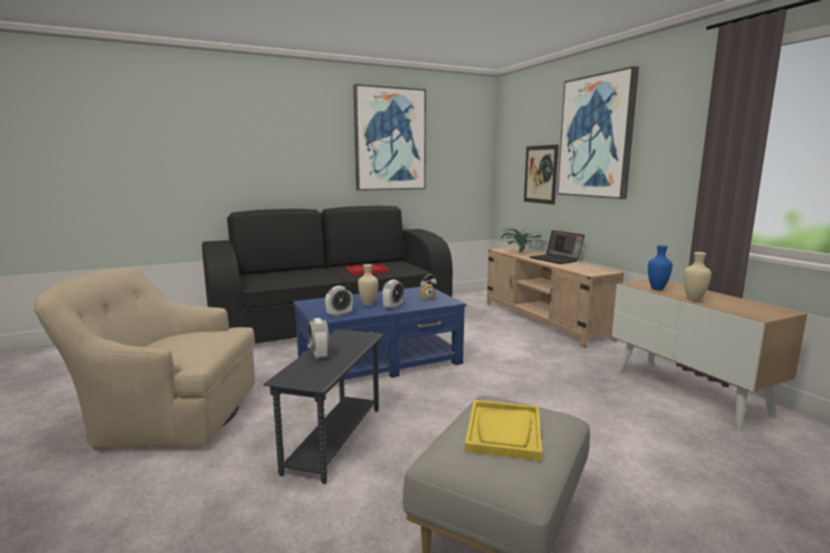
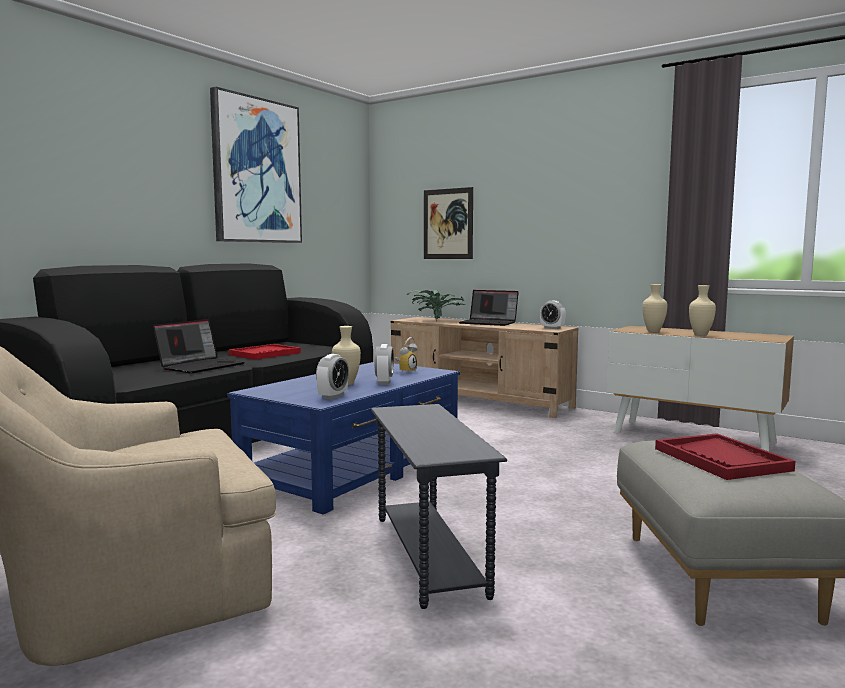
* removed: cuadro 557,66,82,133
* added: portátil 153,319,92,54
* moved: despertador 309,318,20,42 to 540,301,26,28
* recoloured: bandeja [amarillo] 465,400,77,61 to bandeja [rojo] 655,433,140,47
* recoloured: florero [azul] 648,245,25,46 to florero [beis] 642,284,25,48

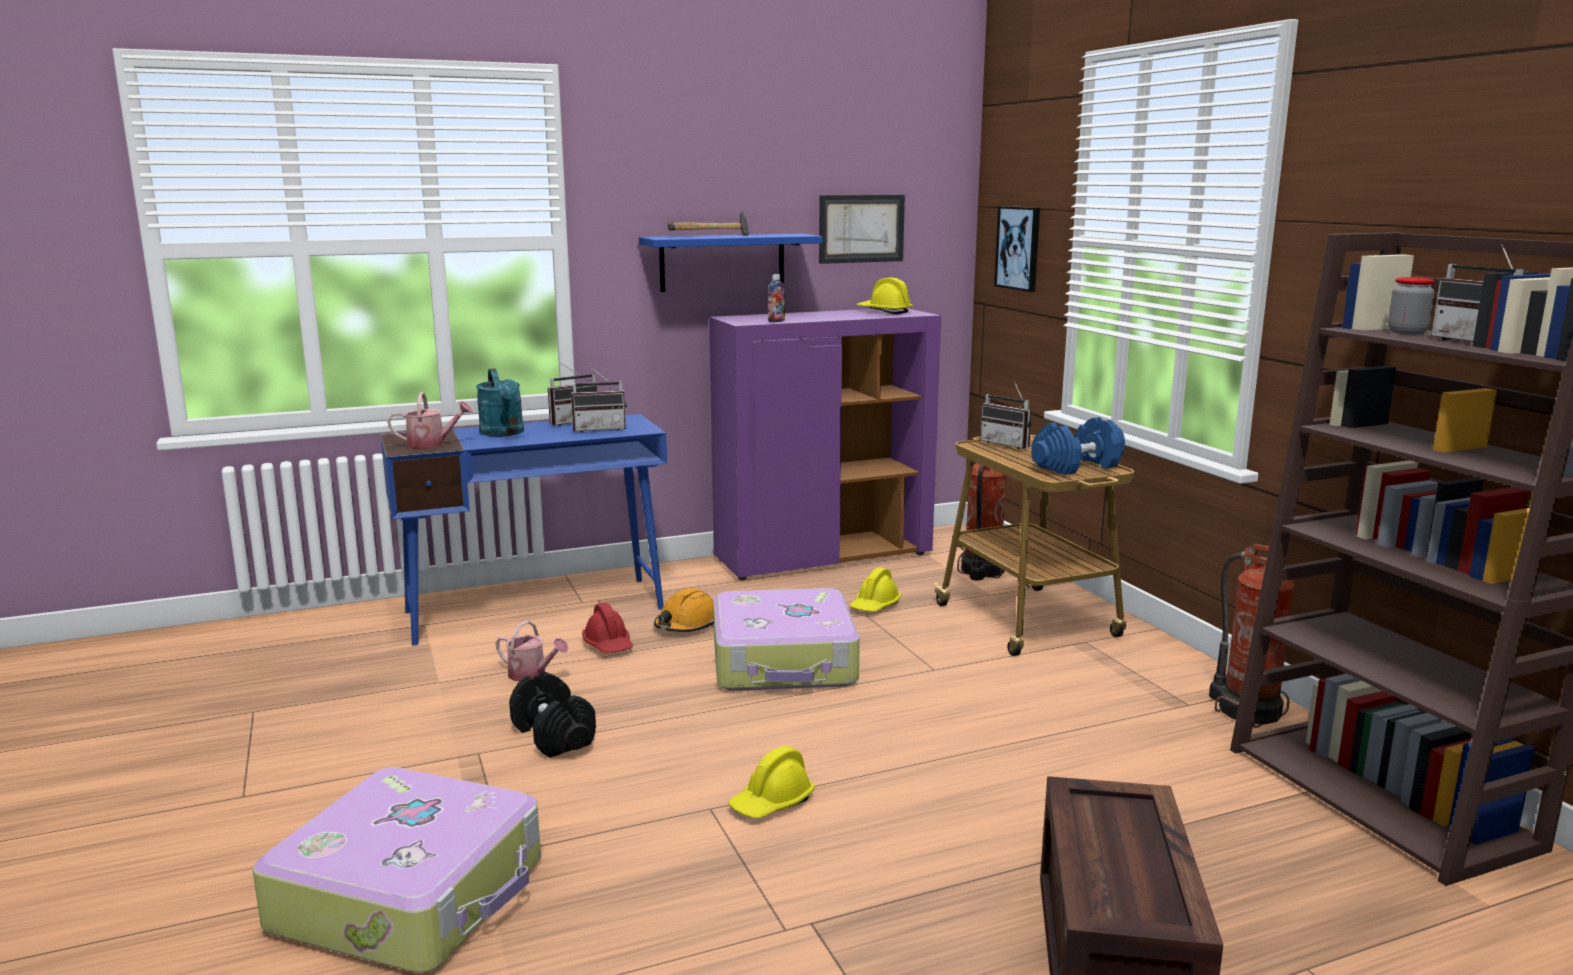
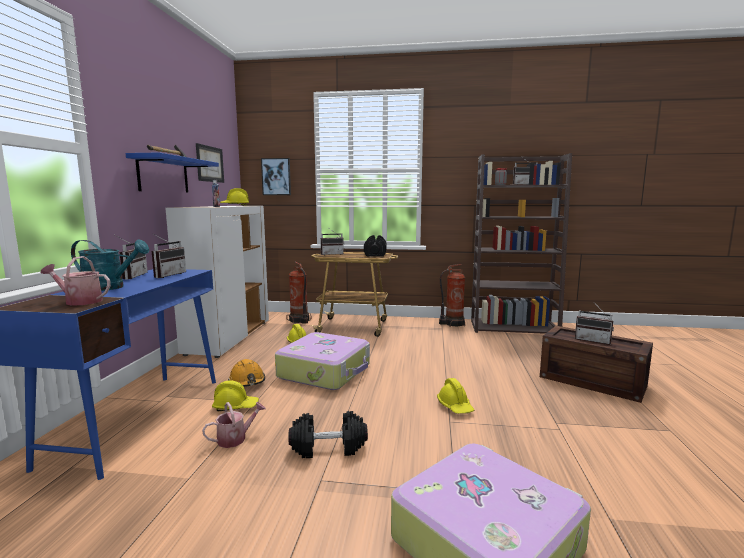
* added: radio 575,306,39,38
* recoloured: casco [rojo] 582,603,51,50 to casco [amarillo] 212,380,47,31
* recoloured: armario [morado] 709,308,232,272 to armario [blanco] 165,206,104,152
* recoloured: mancuerna [azul] 1031,417,94,58 to mancuerna [negro] 364,235,23,22
* turned: regadera 387,392,86,57 = 41,256,70,50 105 degrees counterclockwise

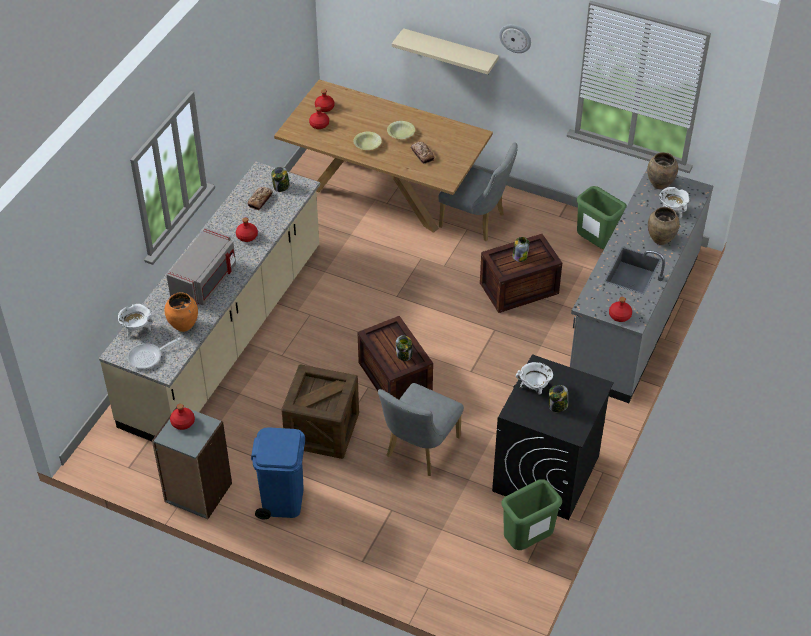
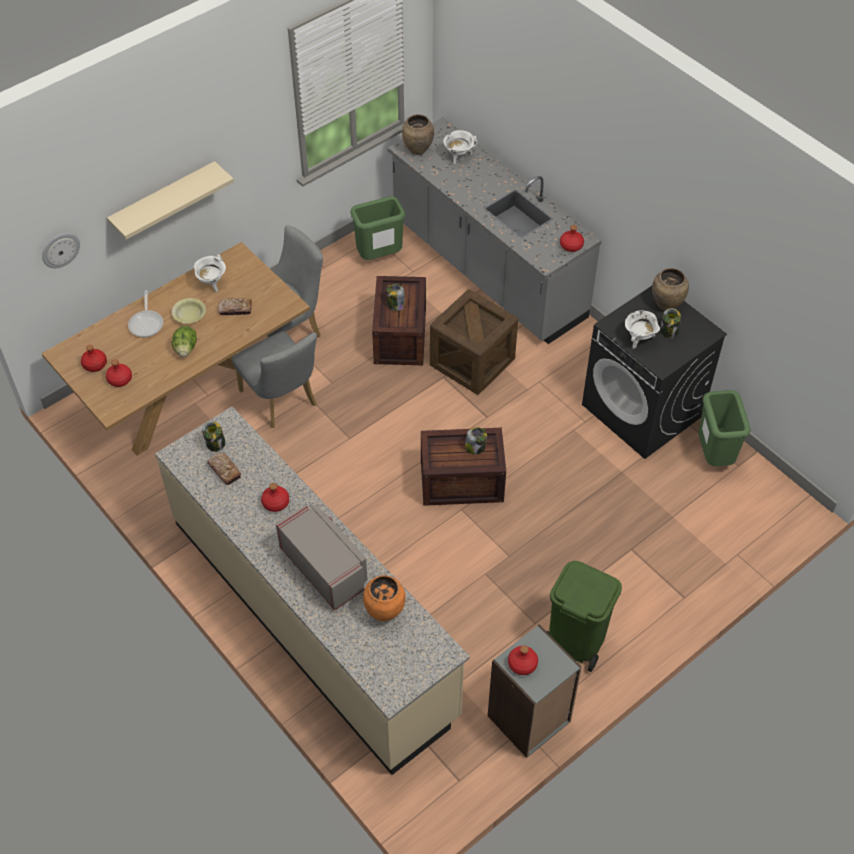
* moved: olla [blanco] 118,304,36,34 to 193,254,33,38
* moved: sartén 127,337,53,32 to 128,290,35,47
* moved: caja de embalaje 281,364,78,95 to 430,289,88,106
* moved: silla [gris] 378,383,86,93 to 232,331,85,97
* moved: reloj de pared 499,24,32,29 to 42,233,38,35
* moved: florero [marrón] 648,207,32,38 to 652,268,37,43
* replaced: cuenco [amarillo] 353,132,29,18 to lechuga 172,326,25,31
* recoloured: papelera [azul] 251,427,54,92 to papelera [verde] 547,561,75,111

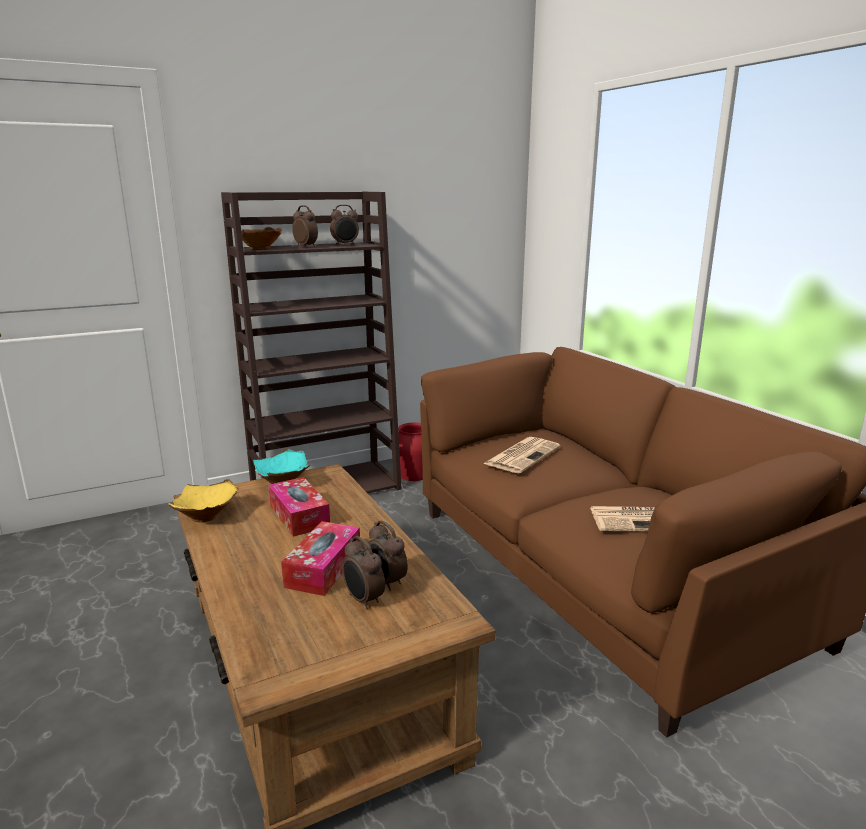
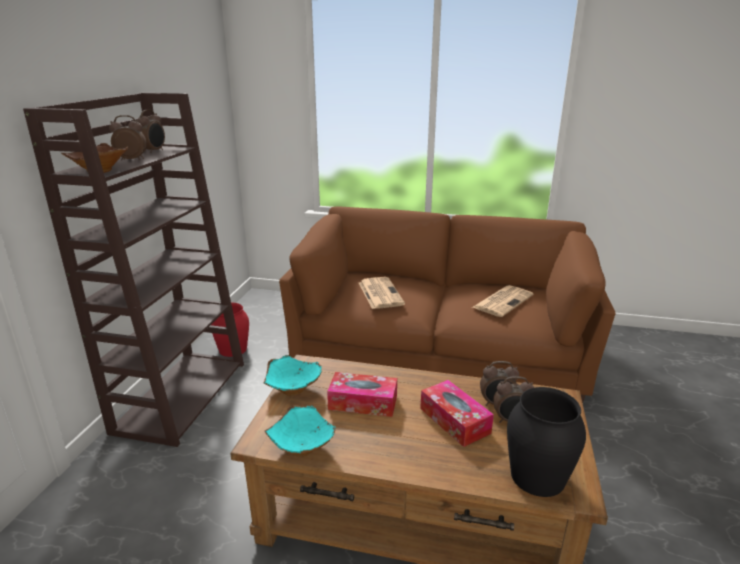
* added: florero [negro] 507,387,79,110
* recoloured: cuenco [amarillo] 168,479,70,43 to cuenco [turquesa] 265,405,71,52

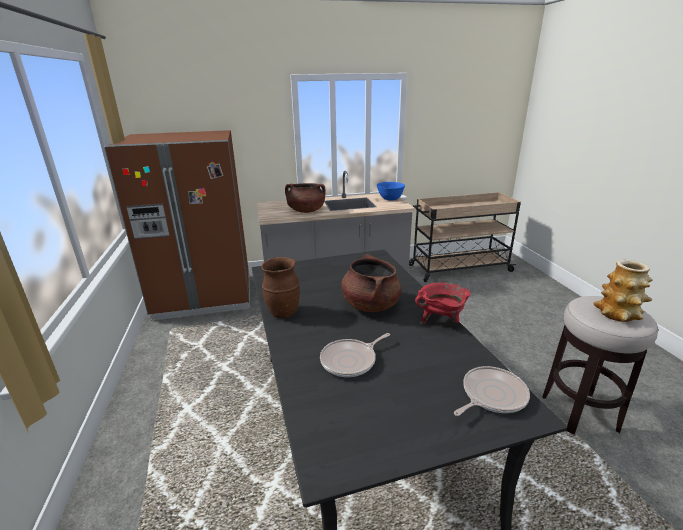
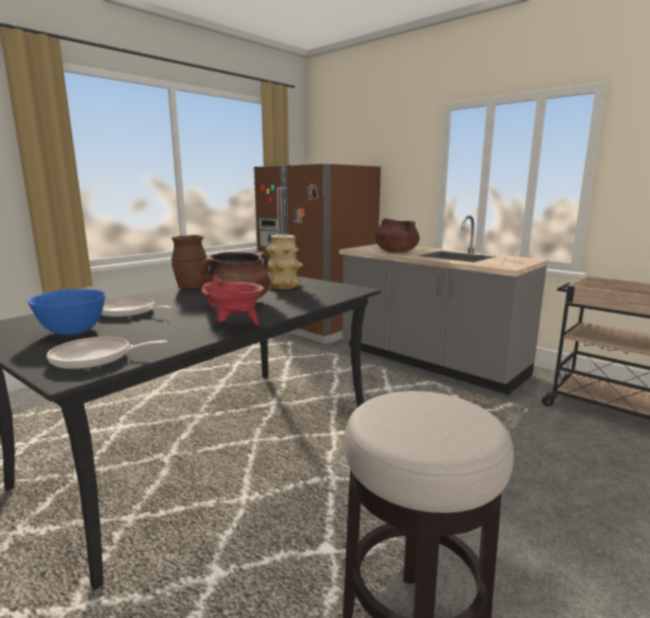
* moved: cuenco [azul] 377,182,28,18 to 27,289,79,46
* moved: florero 593,260,60,62 to 265,235,38,54
* turned: sartén 454,366,76,50 = 47,337,120,33 150 degrees clockwise

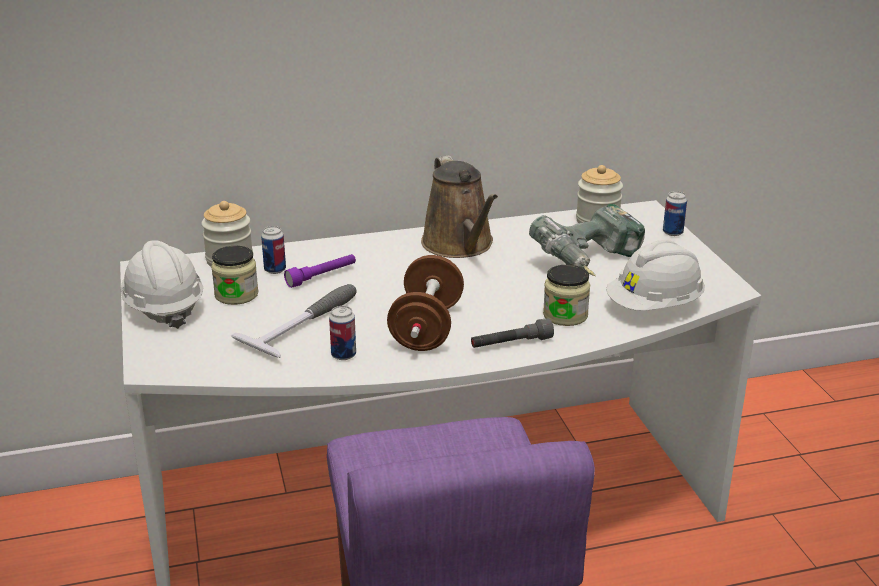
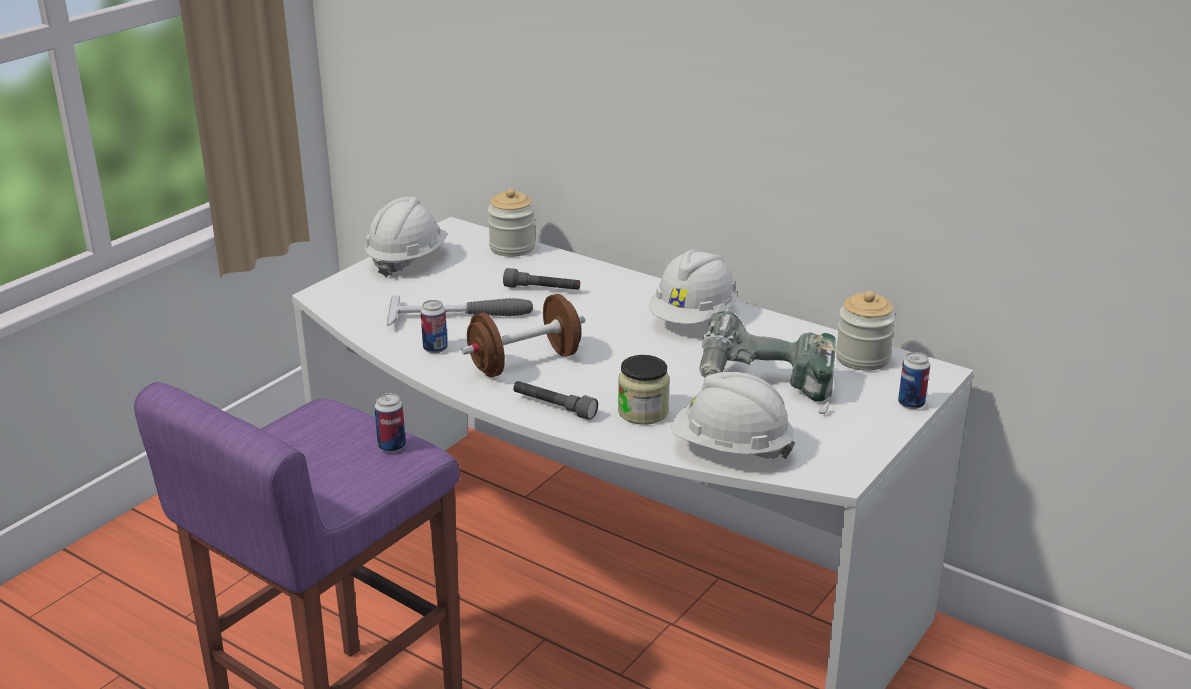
* removed: tarro 211,246,47,59
* moved: lata 261,226,25,48 to 374,393,32,60
* replaced: regadera [marrón] 421,155,77,103 to casco [blanco] 648,249,89,75
* recoloured: linterna [morado] 284,254,72,34 to linterna [gris] 503,268,77,22

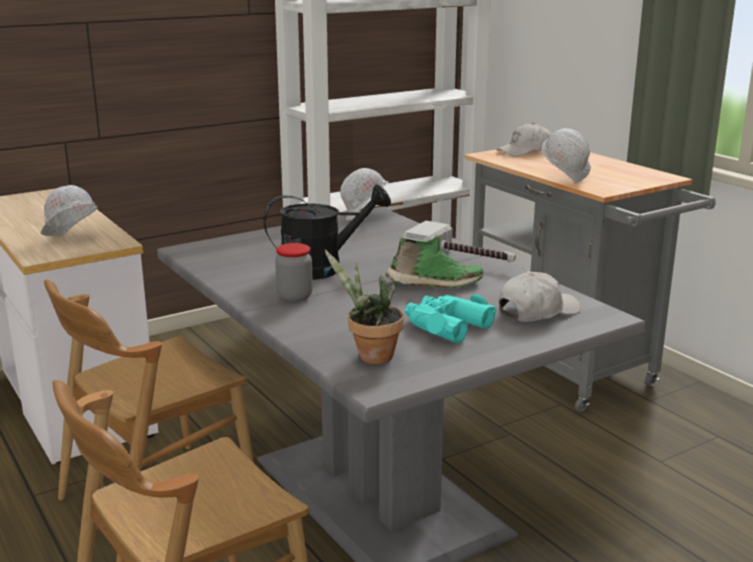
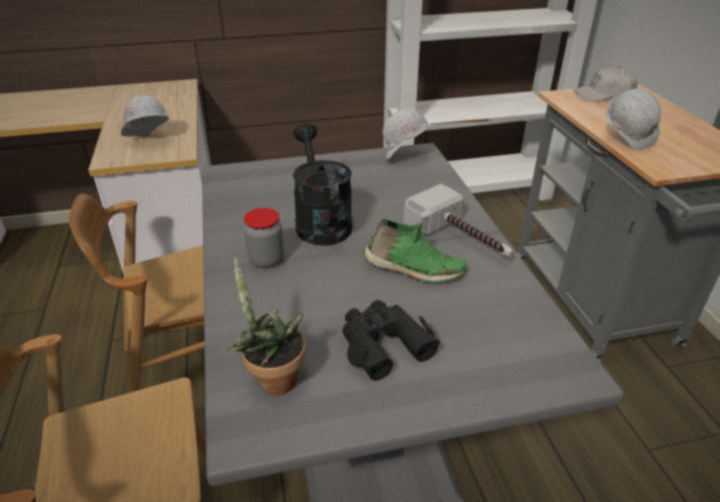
* removed: gorra [blanco] 499,271,82,51
* recoloured: prismáticos [turquesa] 405,294,92,49 to prismáticos [negro] 342,300,98,80
* turned: regadera [negro] 263,185,128,95 = 293,124,60,122 105 degrees counterclockwise

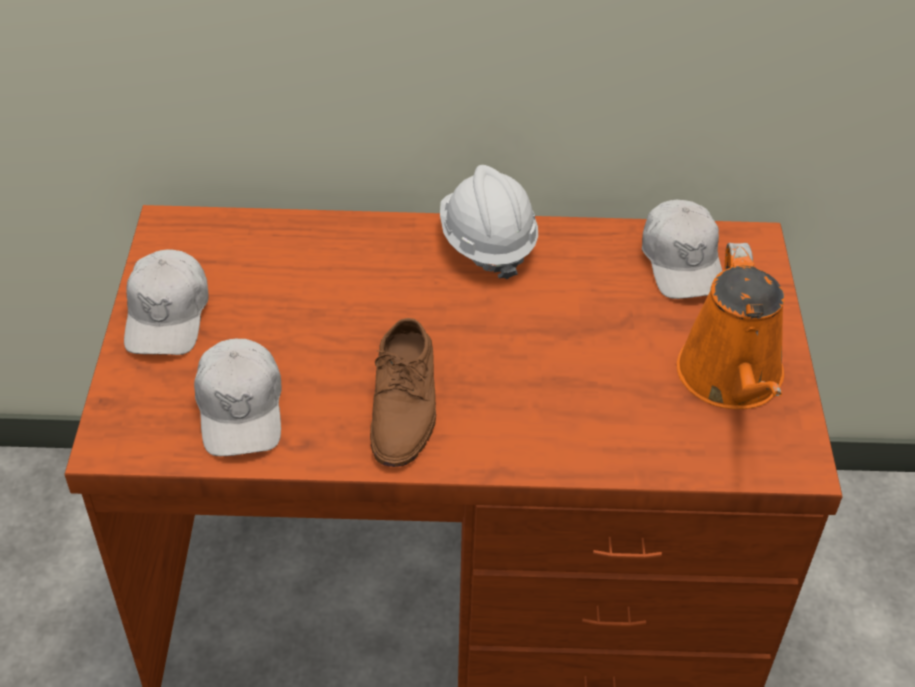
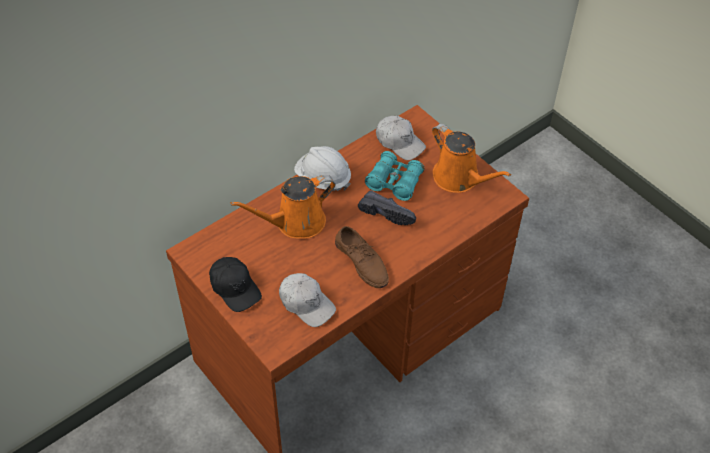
* added: regadera [naranja] 230,175,105,64
* added: zapato [negro] 358,190,58,35
* added: prismáticos [turquesa] 365,151,59,50
* recoloured: gorra [blanco] 124,249,84,106 to gorra [negro] 209,257,53,55

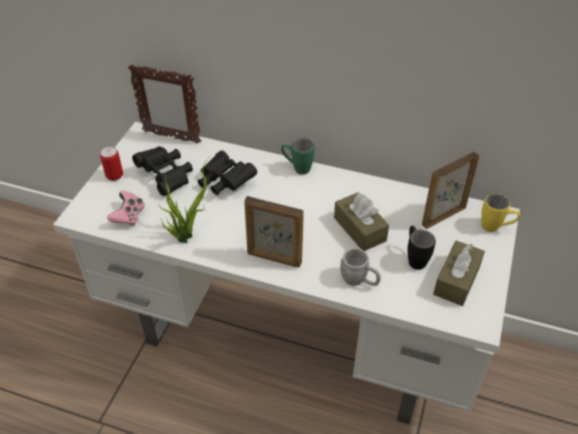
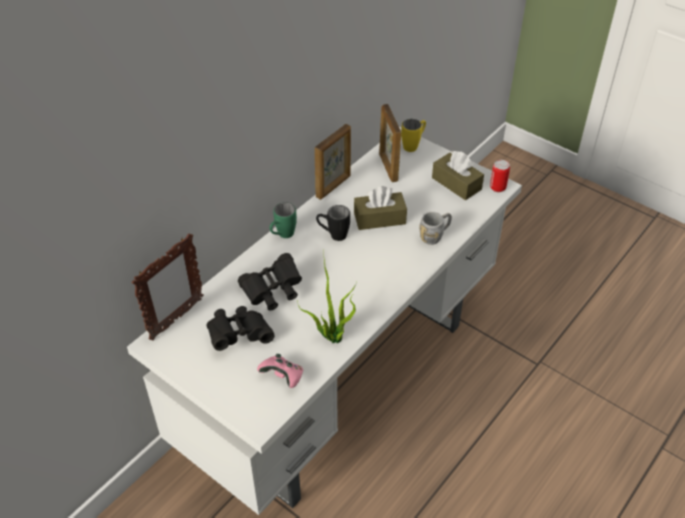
* moved: lata 100,146,23,35 to 490,160,20,32
* moved: portarretratos 244,196,60,72 to 315,124,36,76
* moved: taza grande [negro] 407,226,29,44 to 316,205,34,36

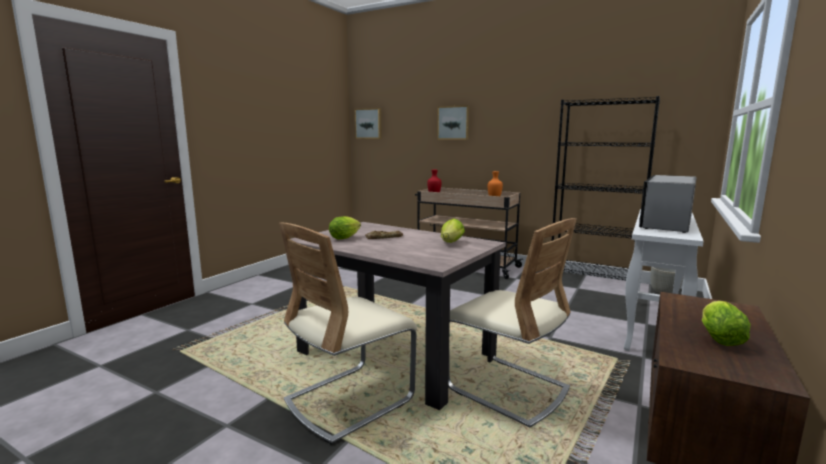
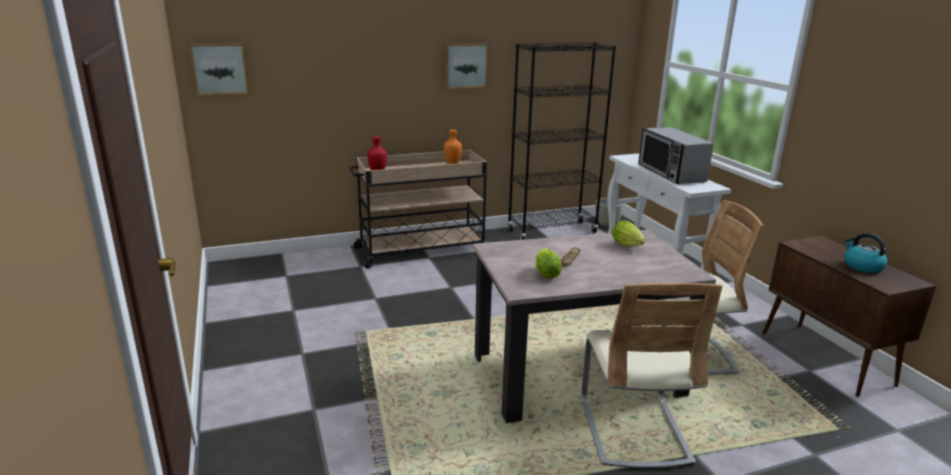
* moved: cuadro 437,105,33,35 to 445,43,43,46
* replaced: lechuga 702,301,49,45 to hervidor 844,233,44,40

